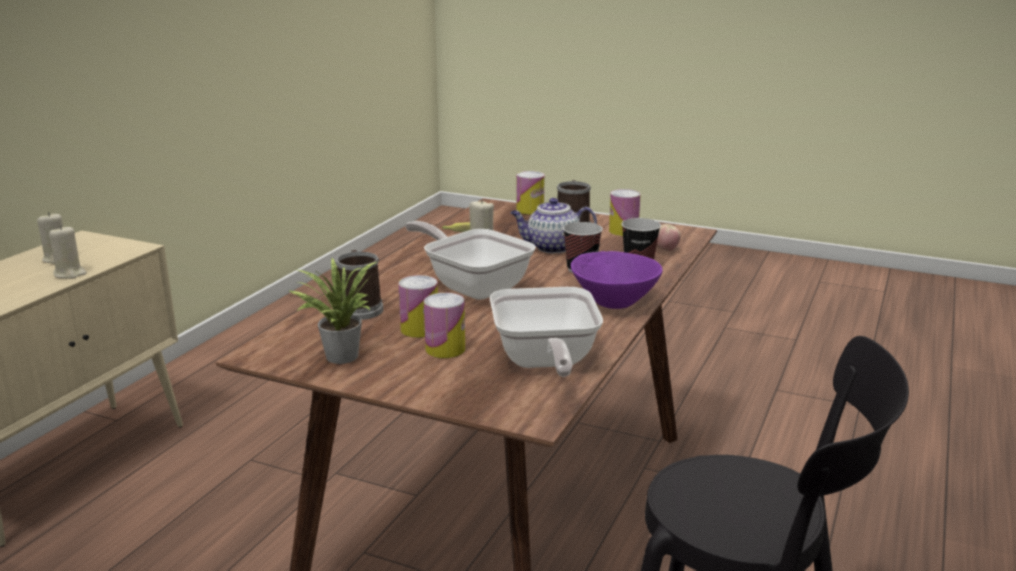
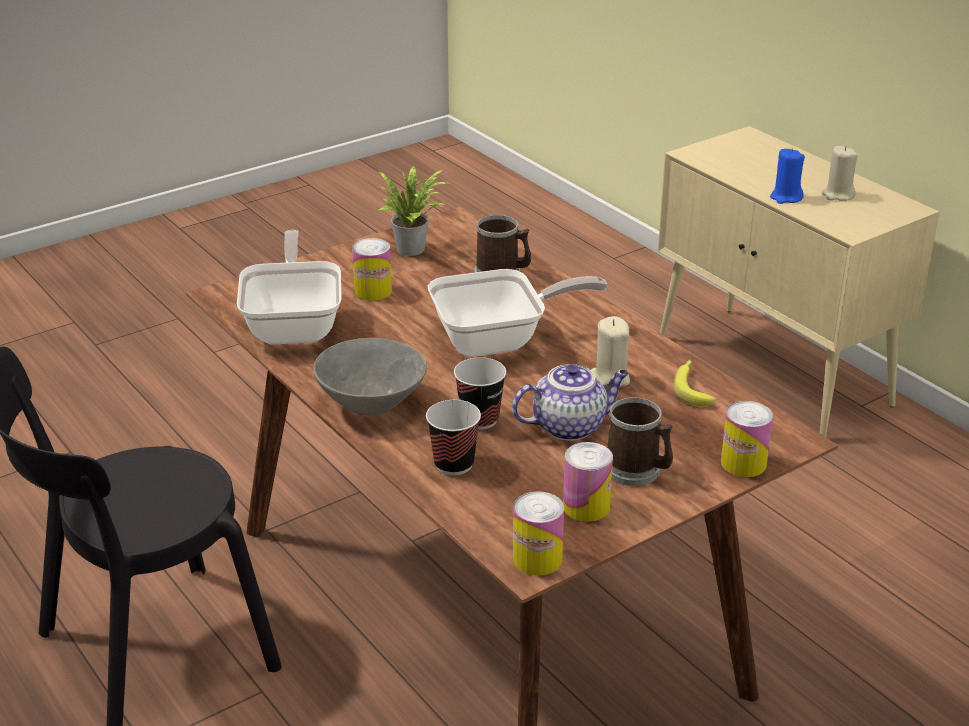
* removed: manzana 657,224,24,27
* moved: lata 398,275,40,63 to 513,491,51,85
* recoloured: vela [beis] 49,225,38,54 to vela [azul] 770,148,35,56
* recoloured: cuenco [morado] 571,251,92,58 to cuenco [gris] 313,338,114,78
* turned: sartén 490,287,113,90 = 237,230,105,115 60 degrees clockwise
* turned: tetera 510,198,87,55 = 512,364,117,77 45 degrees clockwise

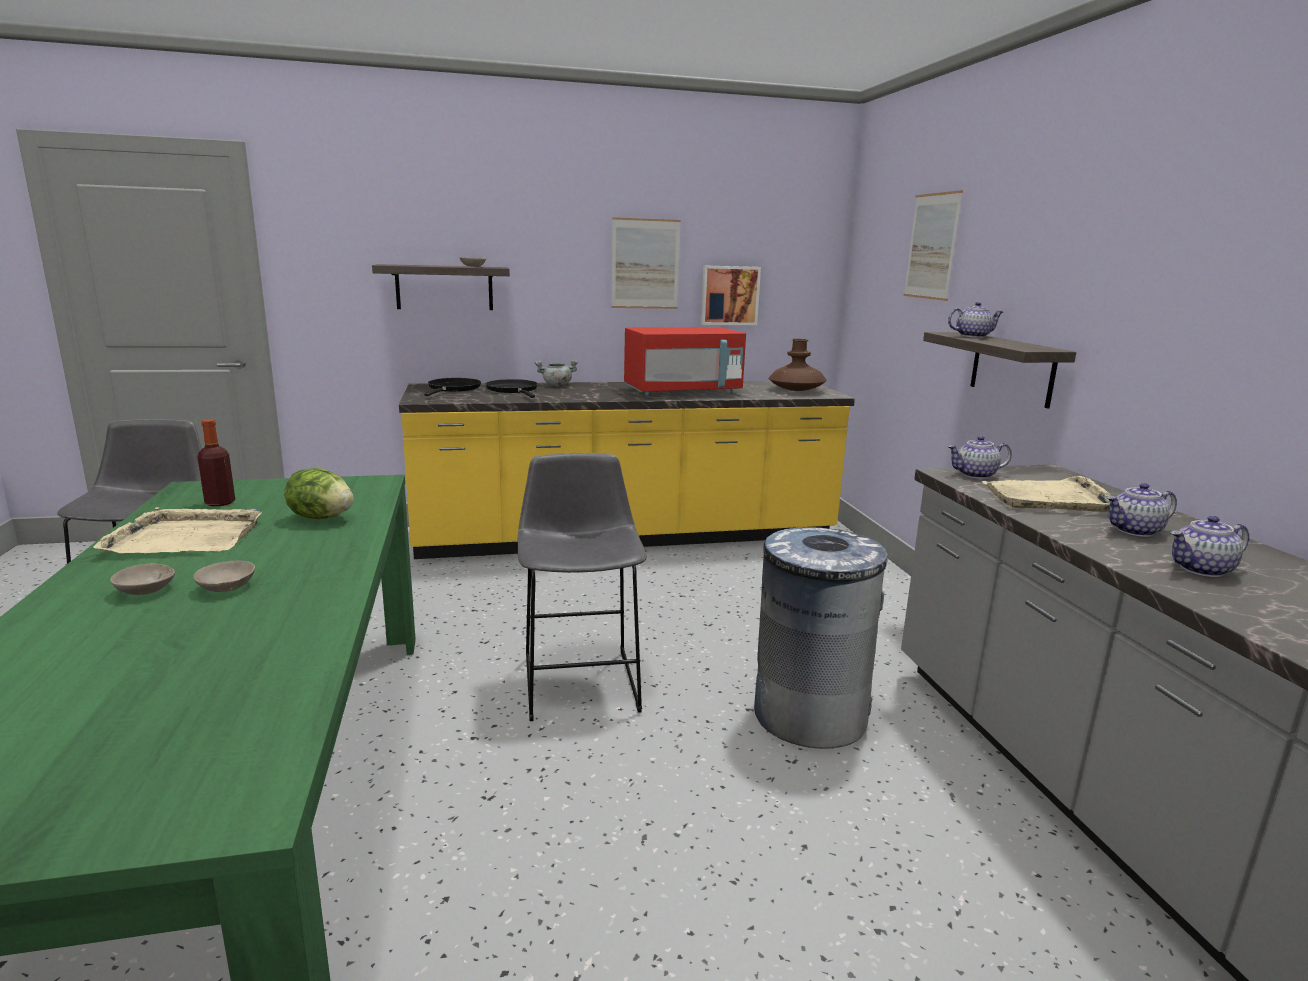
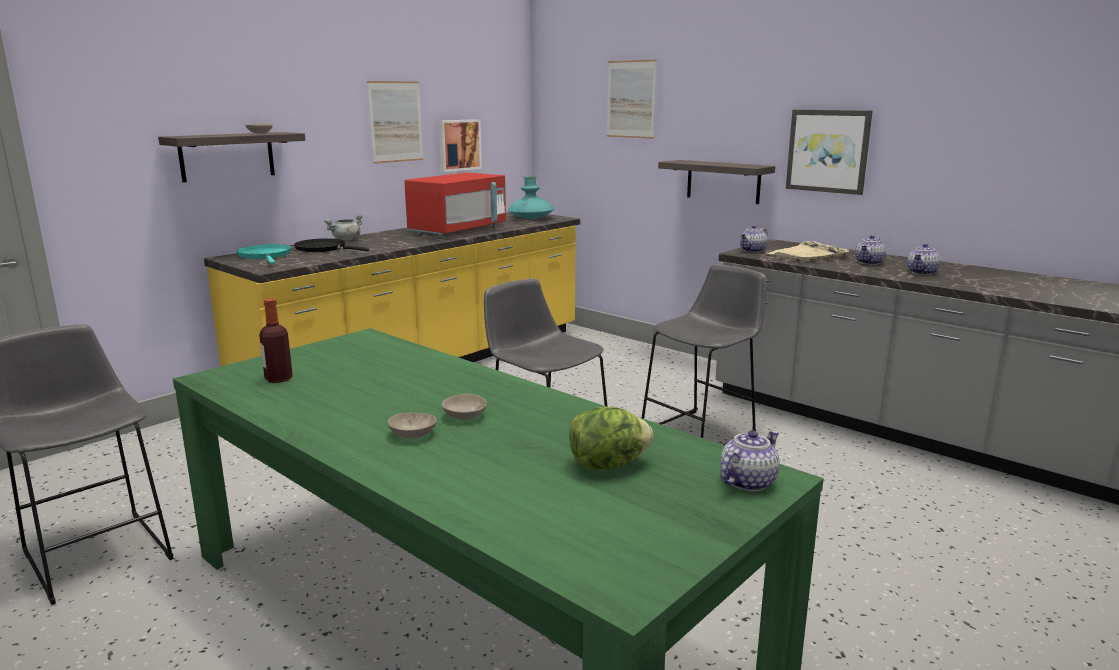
* removed: bandeja [beis] 93,507,169,46
* added: cuadro 786,110,87,85
* moved: lechuga 284,468,70,51 to 569,407,84,63
* moved: tetera 948,302,55,36 to 720,430,60,61
* replaced: papelera [gris] 754,527,134,222 to taburete [gris] 642,264,124,181
* recoloured: sartén [negro] 424,378,57,18 to sartén [turquesa] 237,244,54,20
* recoloured: florero [marrón] 768,339,59,52 to florero [turquesa] 508,176,47,43

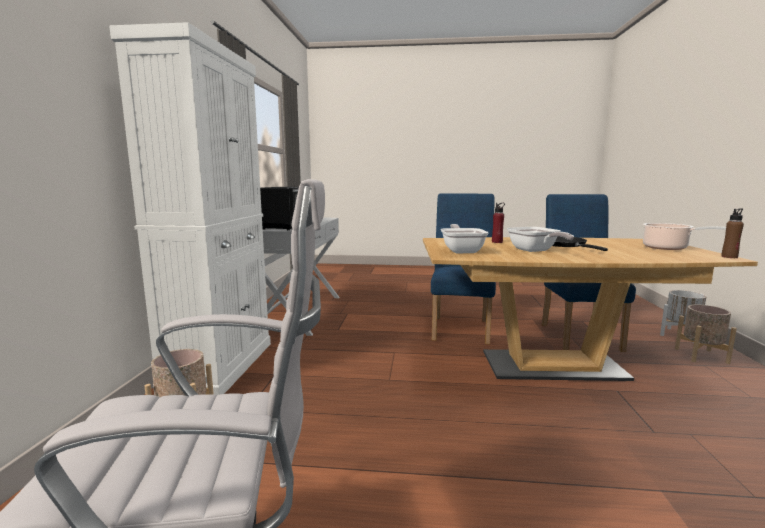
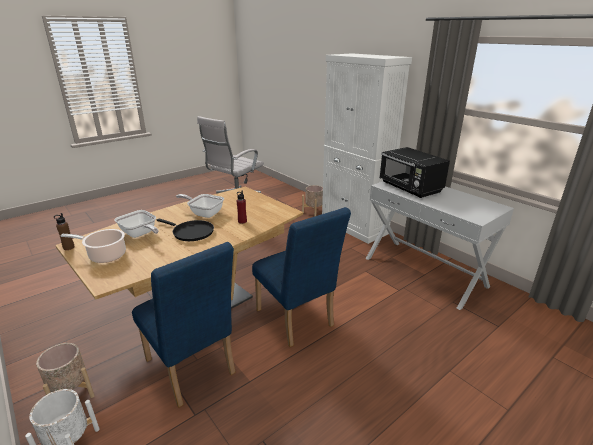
* moved: sartén 441,224,48,29 to 114,210,45,28

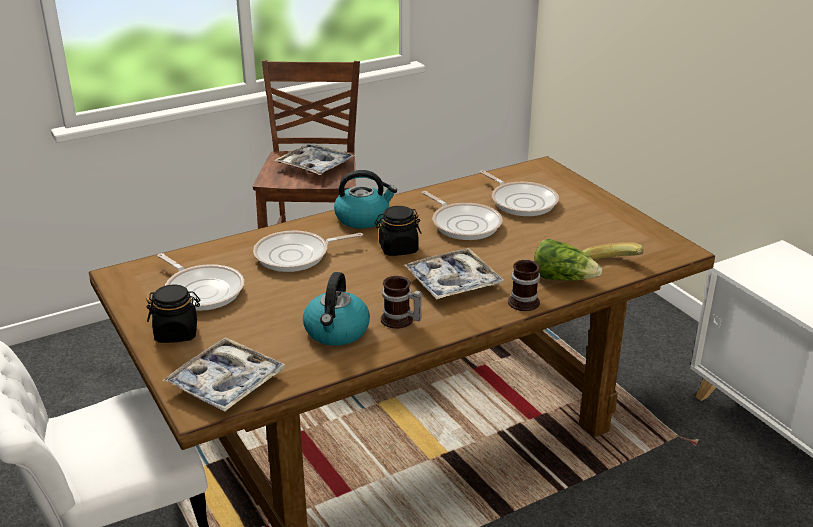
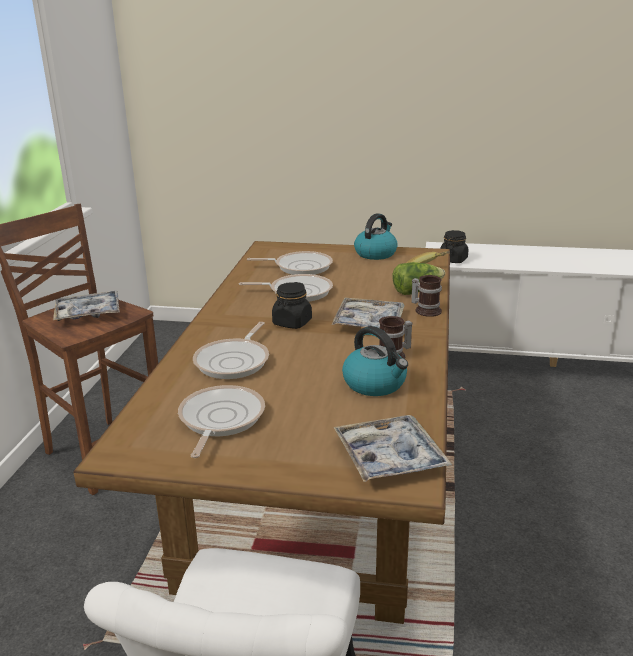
* moved: tarro [negro] 146,284,54,59 to 440,230,28,33
* moved: hervidor 334,170,63,59 to 354,213,44,47
* turned: sartén 157,253,87,58 = 178,385,87,73 75 degrees counterclockwise

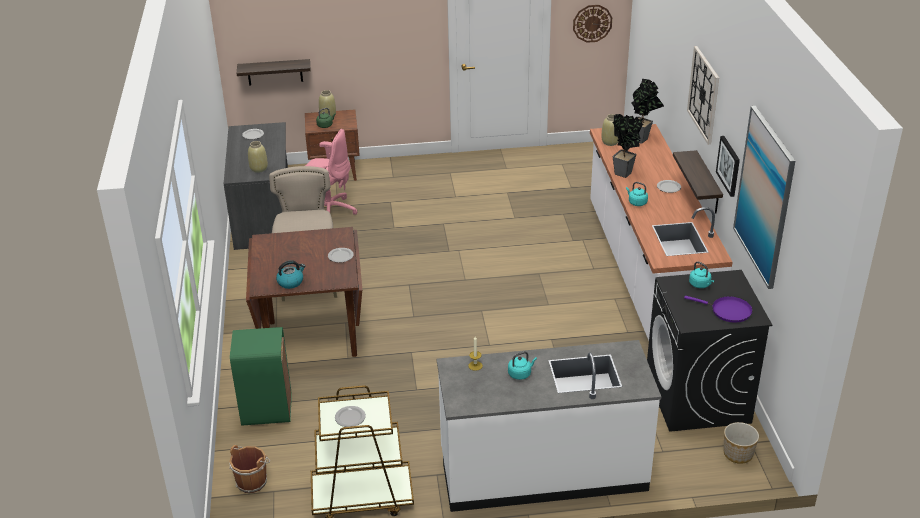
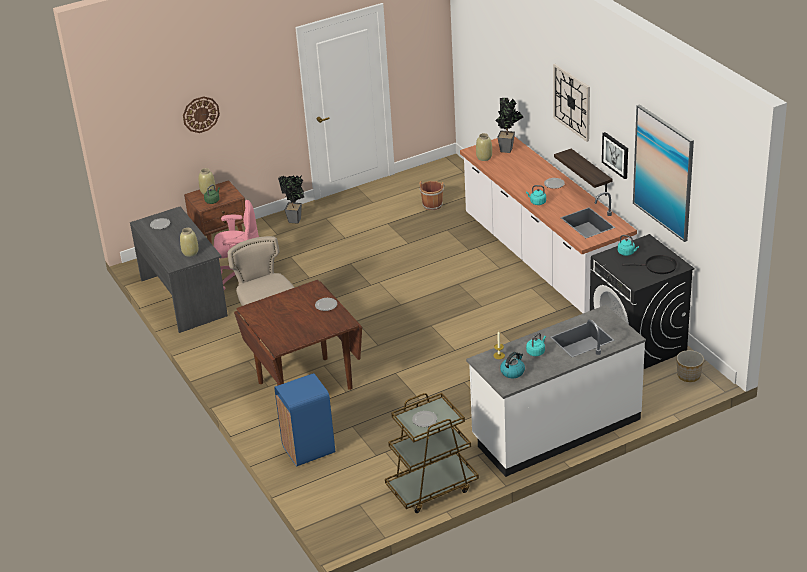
* removed: estante 237,59,74,26
* moved: cubo [marrón] 229,445,41,48 to 419,181,26,29
* moved: hervidor 276,260,29,29 to 500,352,25,26
* moved: reloj de pared 573,5,39,38 to 183,96,37,37
* moved: planta en maceta 613,114,31,64 to 278,175,26,49
* recoloured: papelera [verde] 230,327,62,99 to papelera [azul] 274,373,61,93
* recoloured: sartén [morado] 684,296,69,26 to sartén [negro] 622,255,55,19

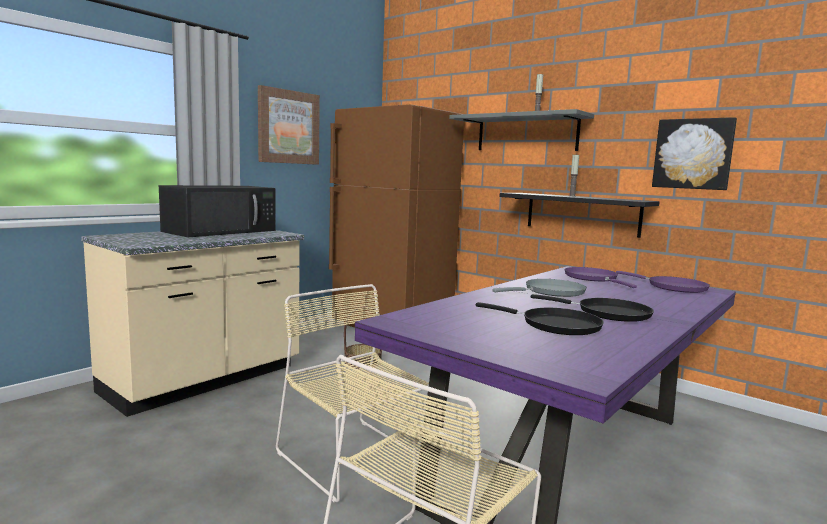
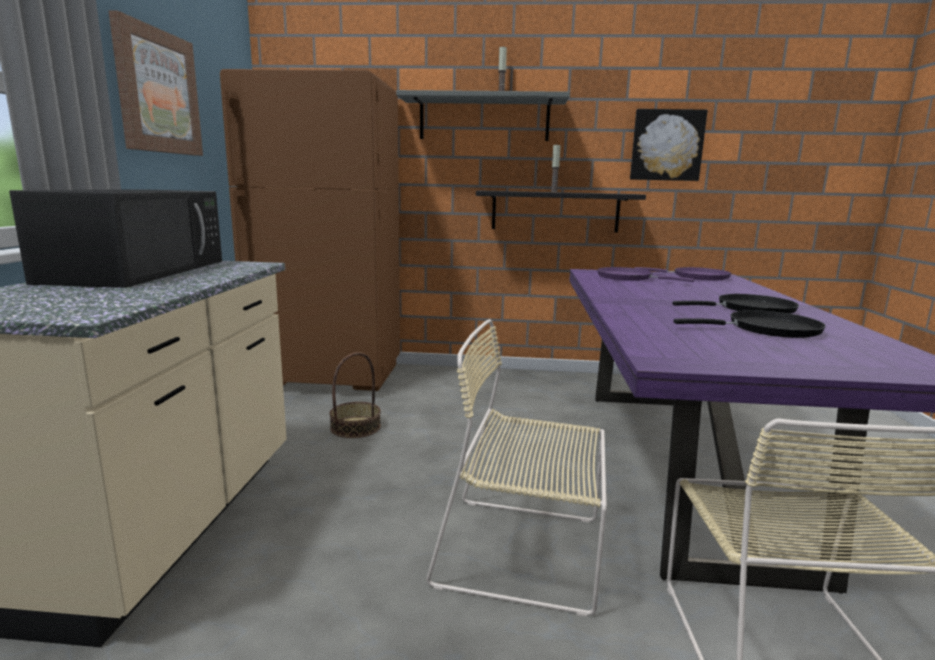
* removed: sartén [gris] 492,279,95,18

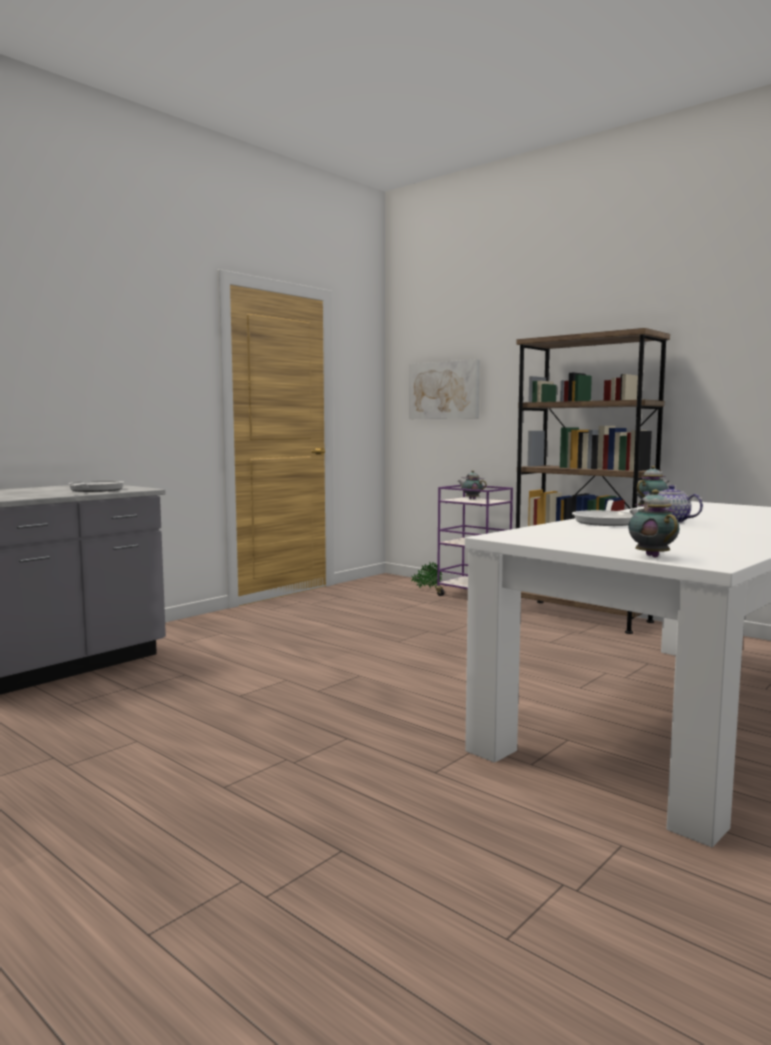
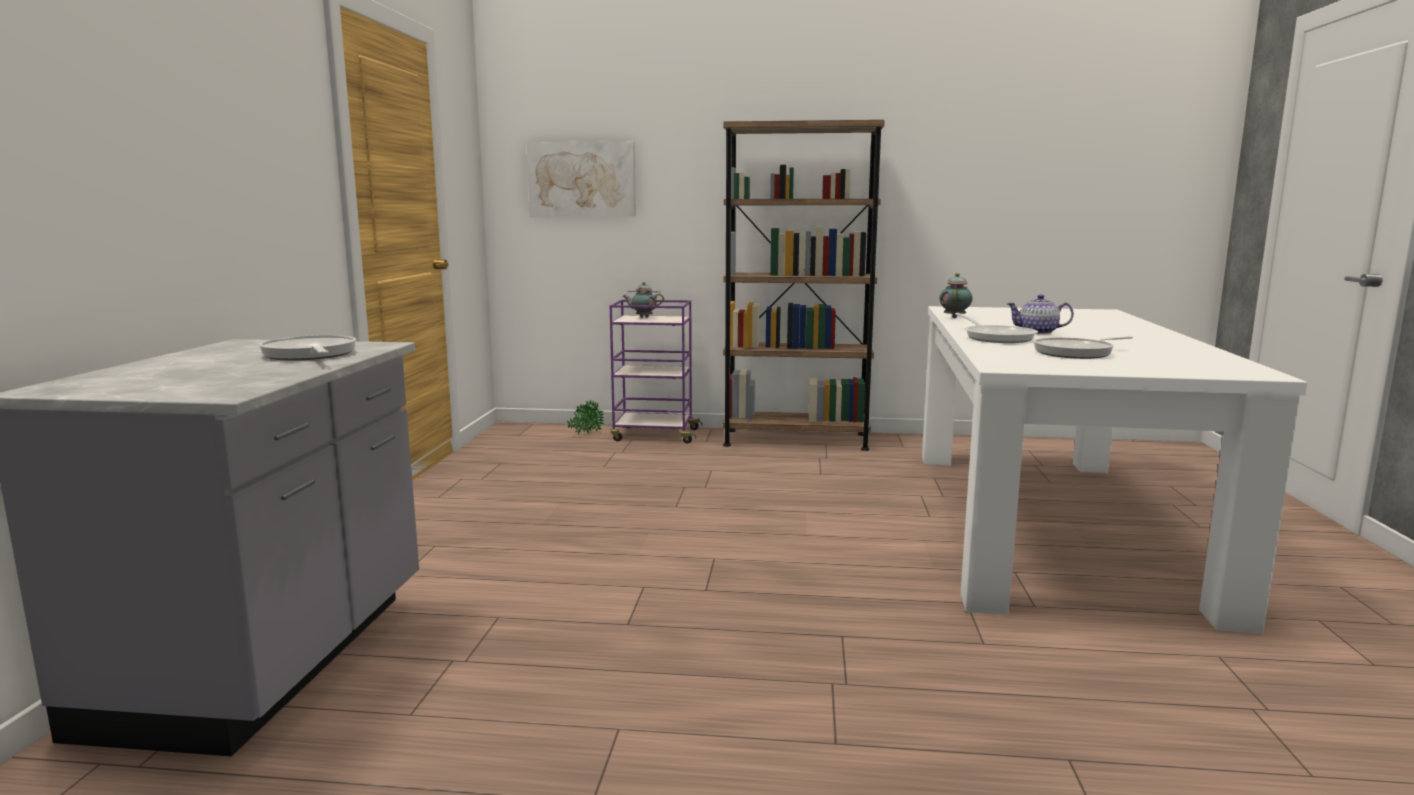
* removed: tetera 628,490,51,68
* added: sartén 1034,336,99,23

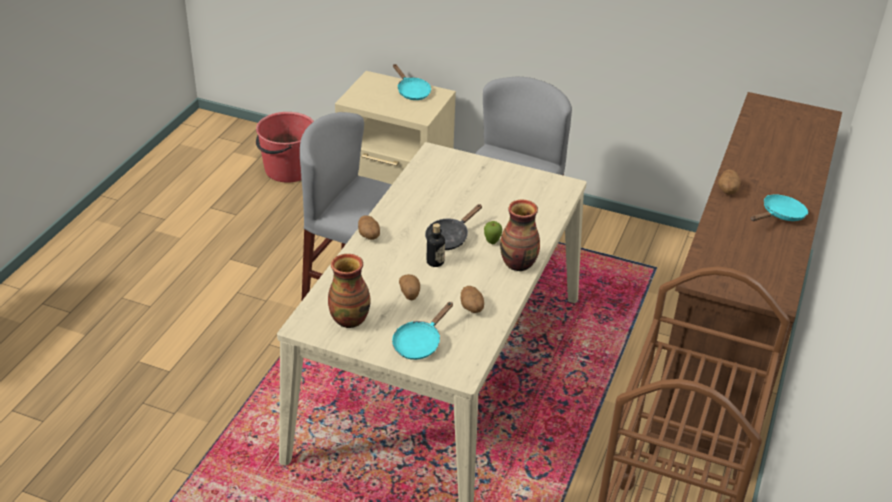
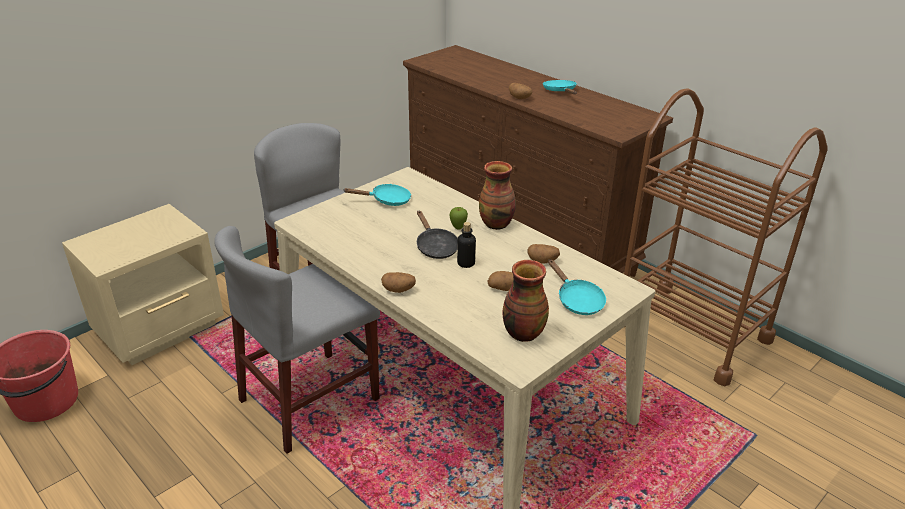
* moved: sartén [turquesa] 393,64,38,36 to 344,184,67,22

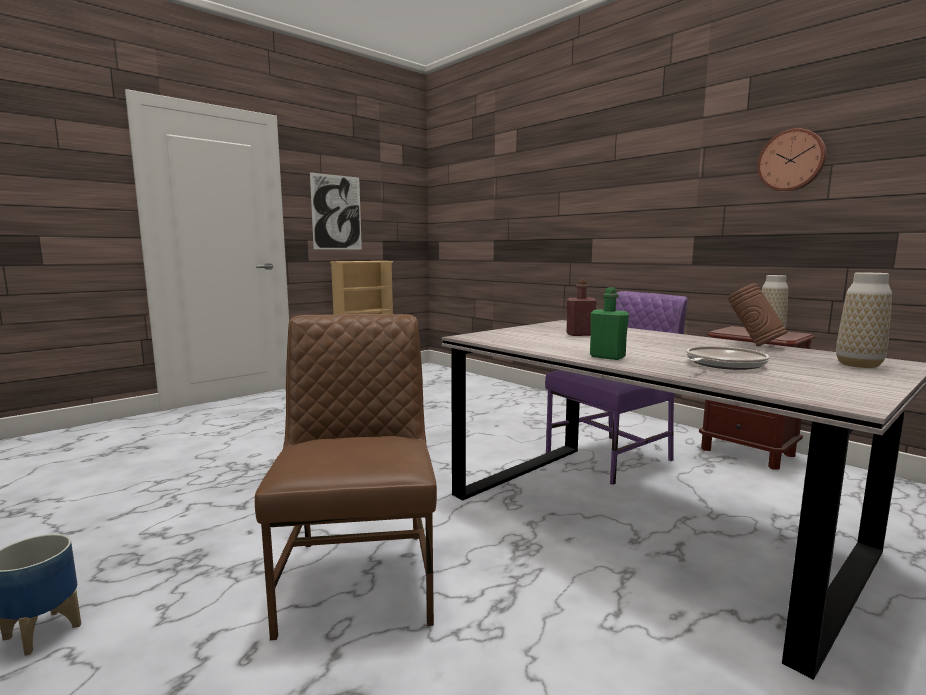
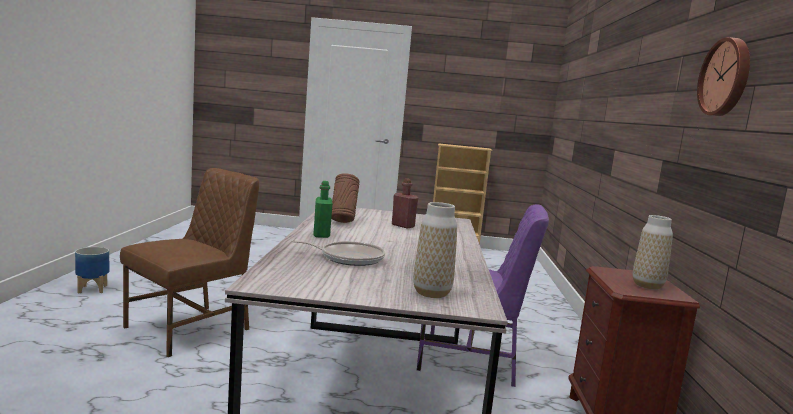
* removed: cuadro 310,172,52,77
* moved: florero [marrón] 728,283,59,63 to 331,173,29,50

